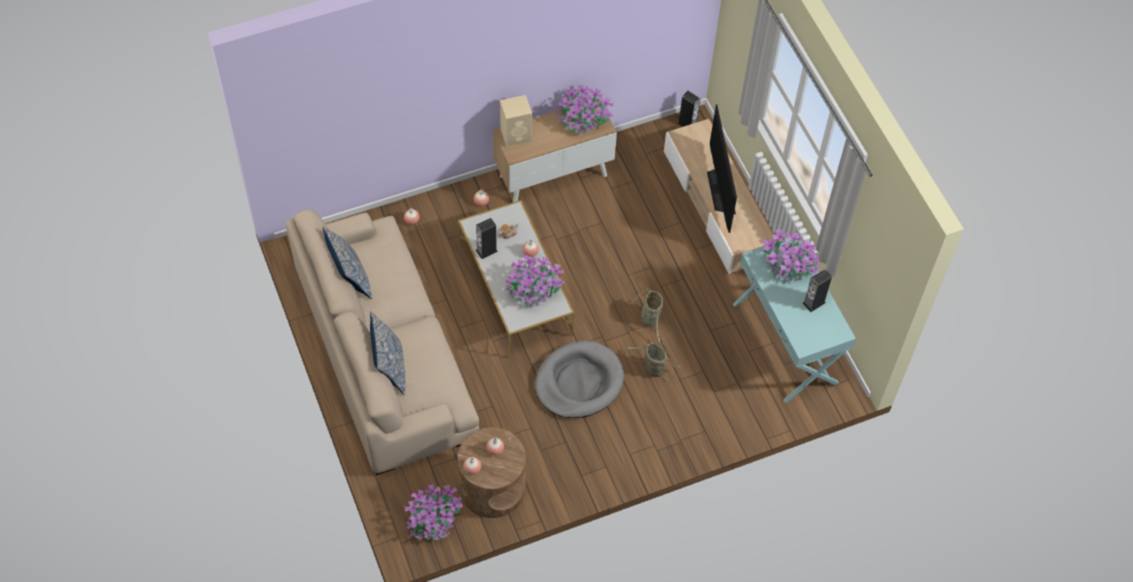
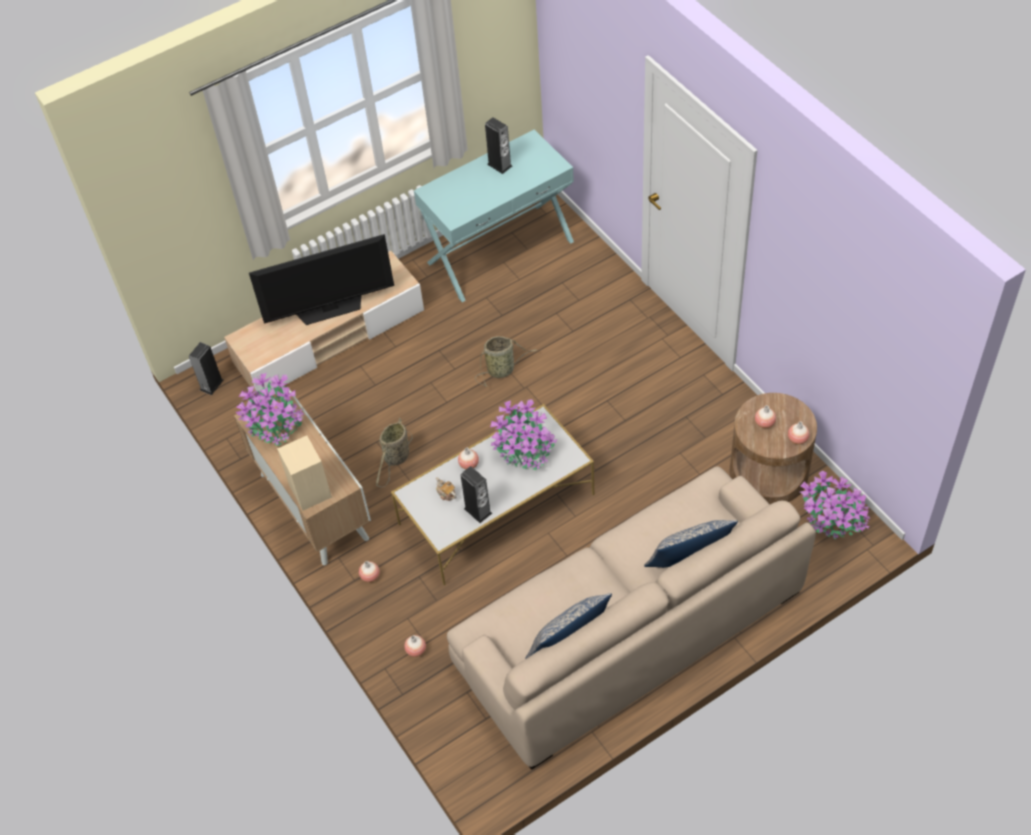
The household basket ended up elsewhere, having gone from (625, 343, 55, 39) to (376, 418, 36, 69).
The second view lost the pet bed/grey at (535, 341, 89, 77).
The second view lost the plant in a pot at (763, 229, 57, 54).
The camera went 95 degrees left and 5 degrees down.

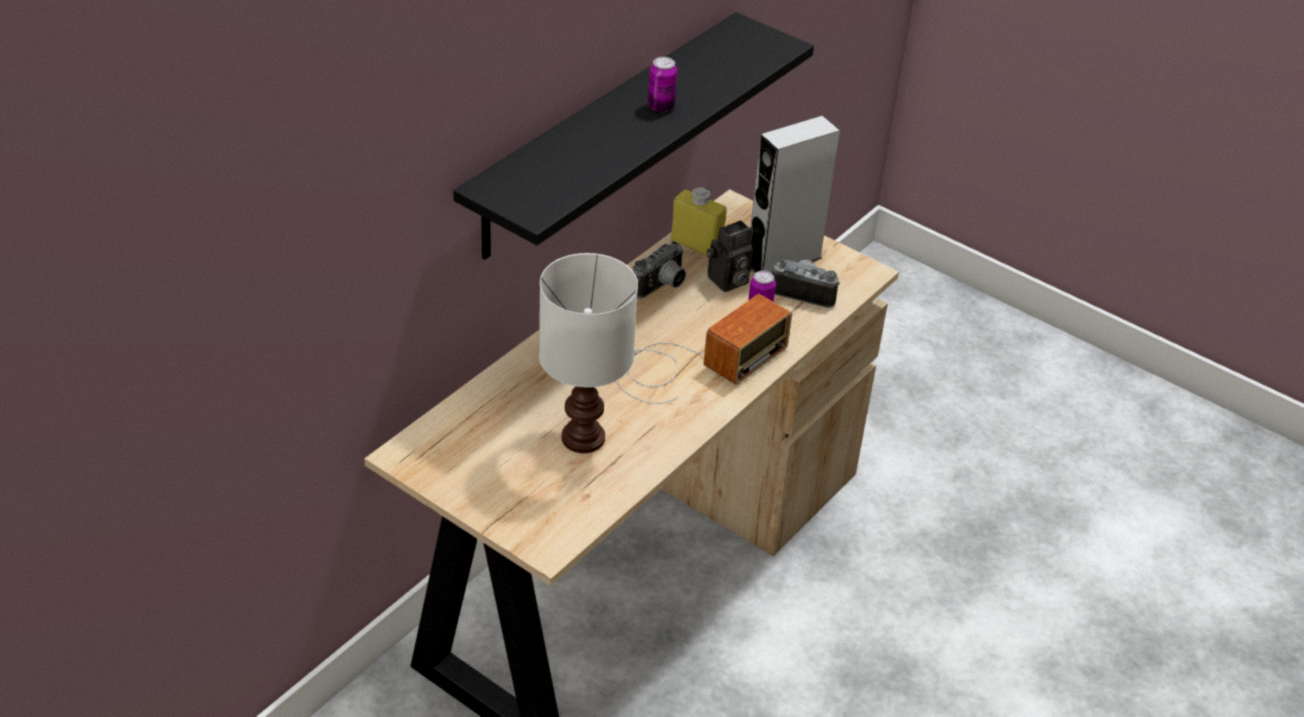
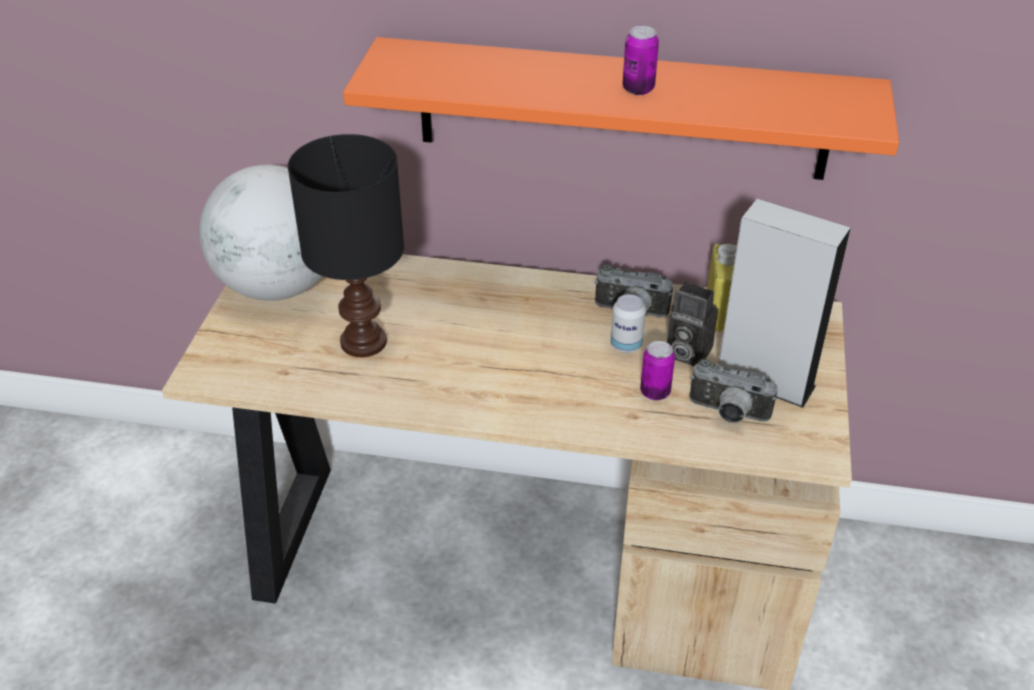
The second view gained the world globe at (200, 165, 123, 136).
What was the table lamp/white at (539, 253, 99, 200) turned into the table lamp/blackish at (288, 134, 116, 223).
What was the bracket shelf/blackish at (453, 12, 361, 248) turned into the bracket shelf/orangey at (343, 37, 556, 143).
The second view gained the sealed can at (611, 294, 35, 59).
The still camera at (772, 259, 68, 49) ended up facing another way, 120 degrees clockwise from before.
The second view lost the radio receiver at (616, 294, 176, 110).
The camera went 65 degrees right and 0 degrees up.

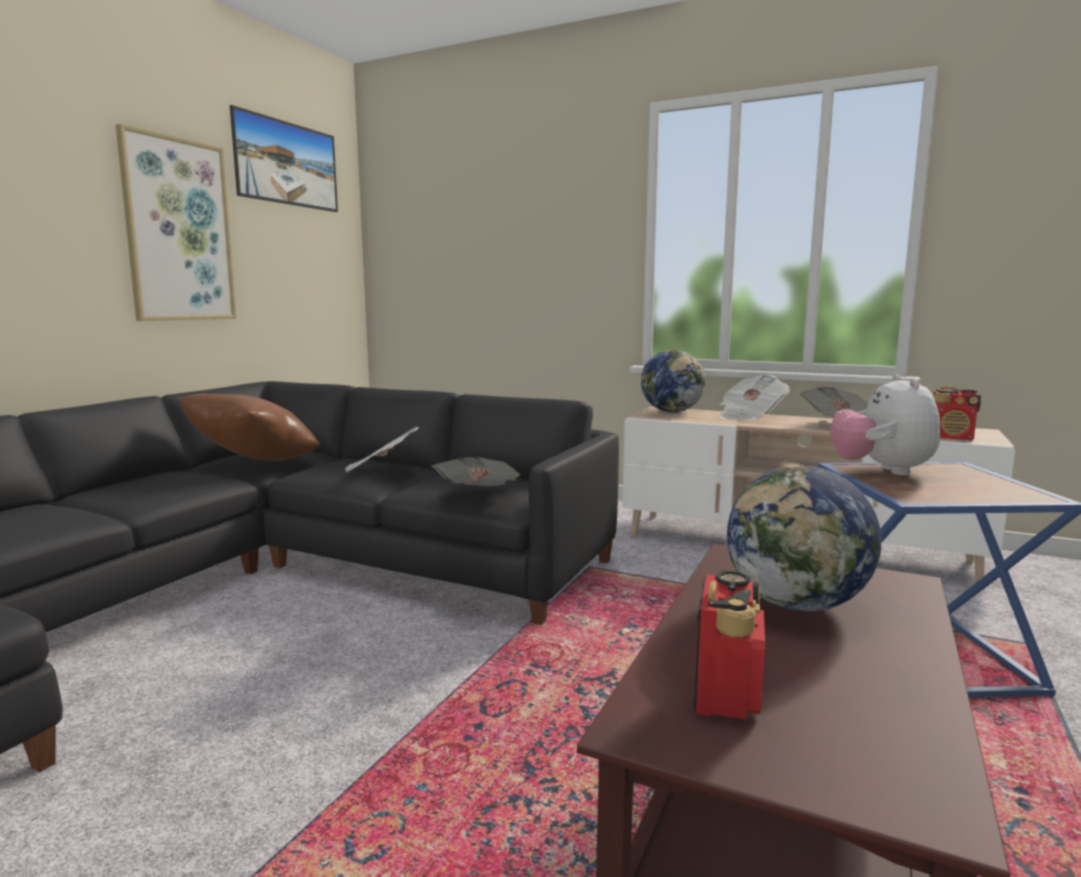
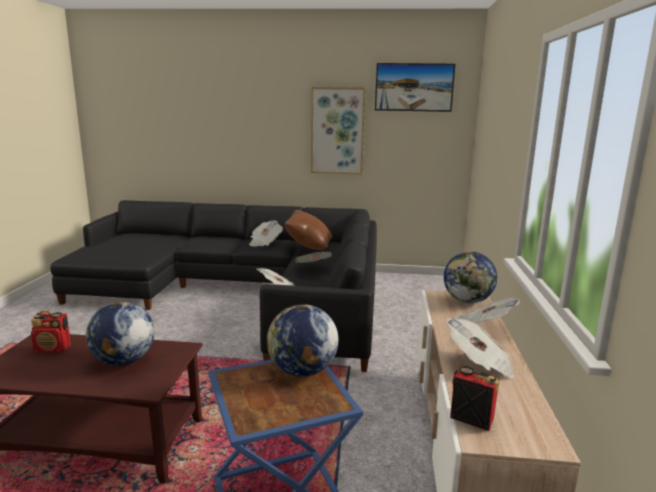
The second view gained the daily paper at (249, 220, 34, 26).
Where the cuddly toy stood at (830, 375, 110, 100), the world globe came to stand at (267, 304, 72, 73).
The radio receiver at (933, 386, 48, 54) ended up facing another way, 120 degrees clockwise from before.
The camera went 70 degrees right and 5 degrees up.

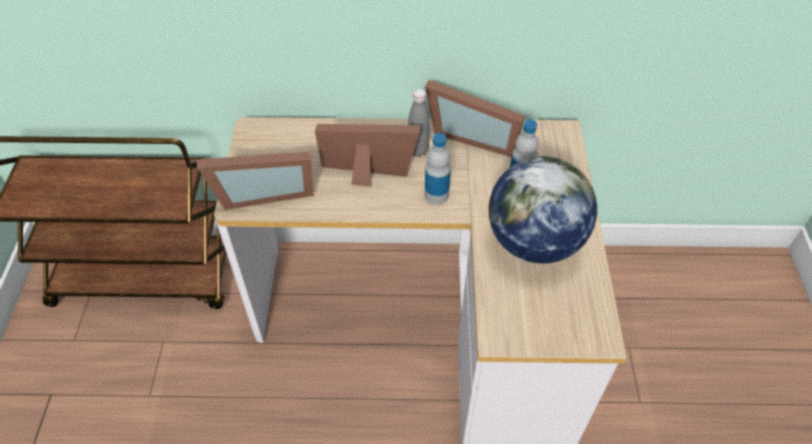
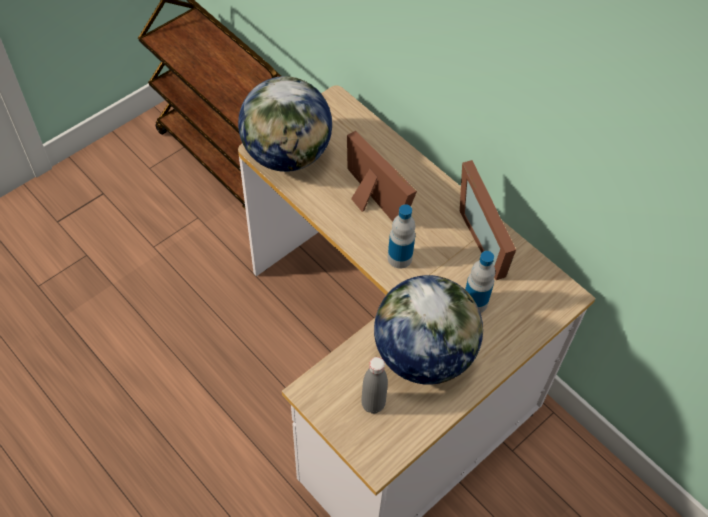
Where the picture frame stood at (197, 152, 117, 58), the world globe came to stand at (238, 76, 94, 96).
The bottle/grey ended up elsewhere, having gone from (408, 89, 22, 68) to (361, 357, 27, 57).
The camera went 45 degrees right and 5 degrees up.

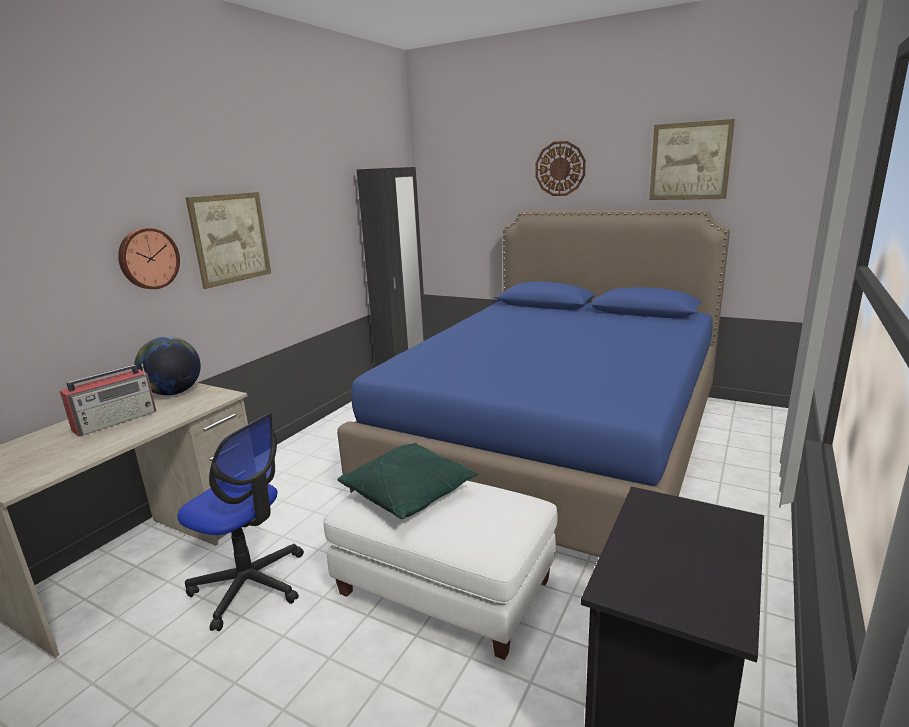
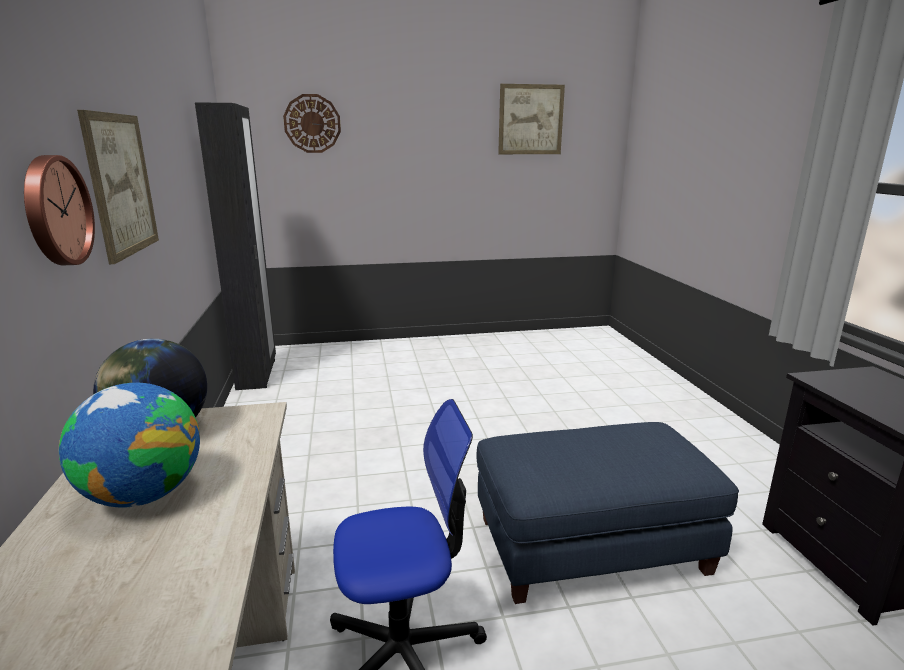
Where the radio receiver stood at (60, 363, 97, 74), the world globe came to stand at (59, 383, 141, 125).
The hanging clock ended up elsewhere, having gone from (535, 141, 51, 55) to (283, 94, 58, 59).
What was the ottoman/white at (323, 481, 235, 179) turned into the ottoman/bluish at (476, 422, 263, 182).
The second view lost the bed/bluish at (337, 210, 393, 347).
The second view lost the cushion/green at (337, 442, 141, 77).
The camera went 40 degrees left and 0 degrees up.

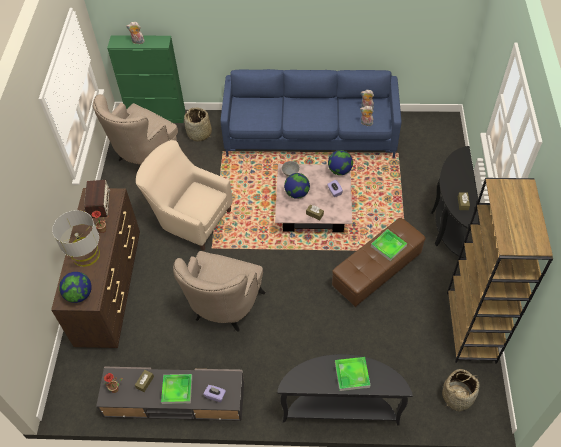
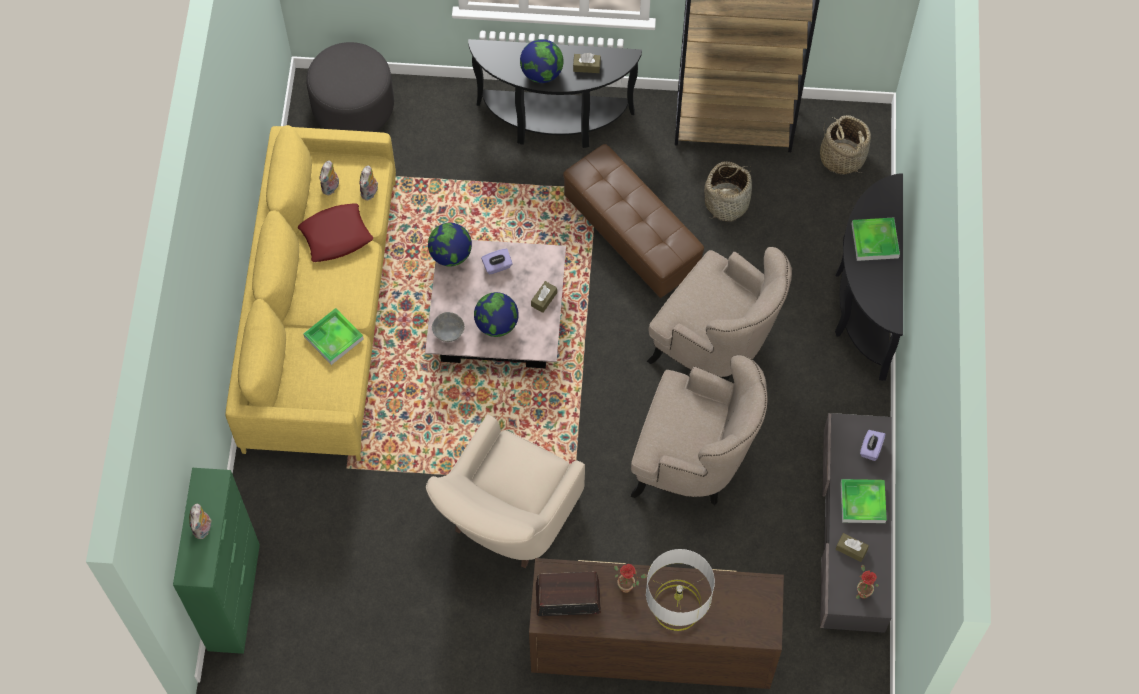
What was the couch/bluish at (221, 69, 180, 89) turned into the couch/yellow-coloured at (225, 125, 171, 336).
The second view gained the cushion/reddish at (298, 203, 75, 59).
The tray ended up elsewhere, having gone from (371, 229, 36, 32) to (303, 308, 61, 57).
The second view gained the ottoman/grey at (306, 42, 88, 90).
The world globe ended up elsewhere, having gone from (59, 272, 33, 31) to (520, 39, 44, 44).
The lounge chair/sand-coloured ended up elsewhere, having gone from (92, 94, 86, 71) to (647, 247, 145, 133).
The household basket ended up elsewhere, having gone from (184, 108, 28, 34) to (704, 161, 48, 61).
The camera went 90 degrees left and 10 degrees up.

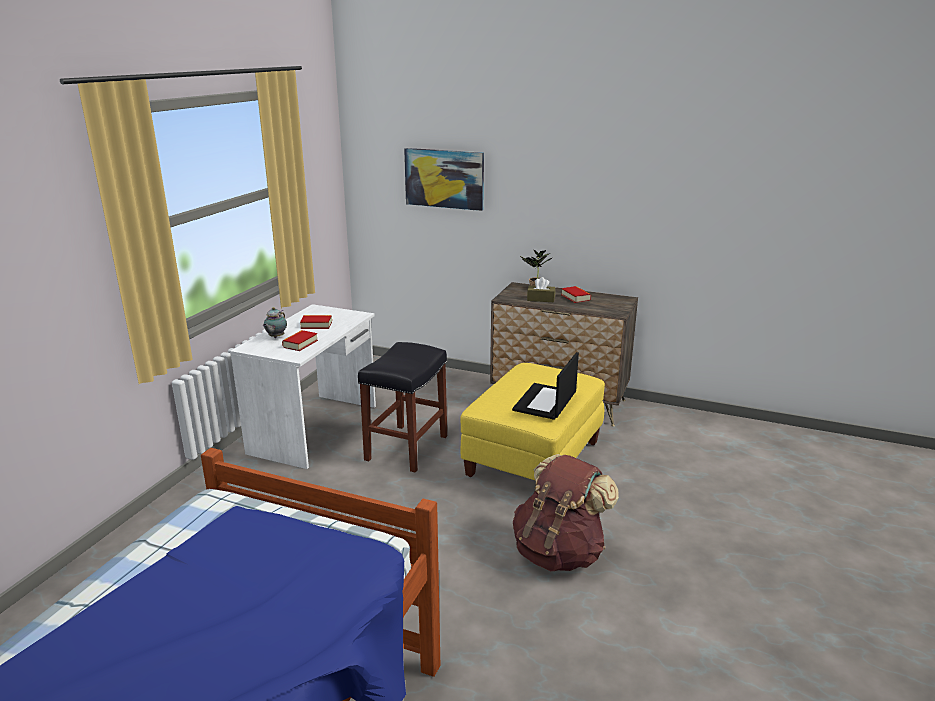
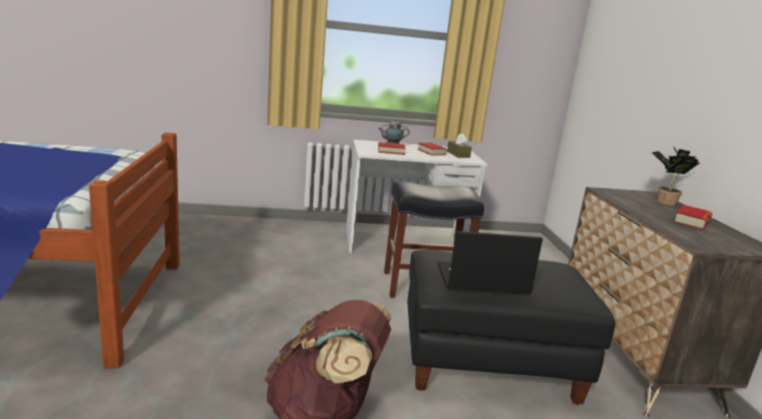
What was the ottoman/yellow-coloured at (460, 363, 145, 117) turned into the ottoman/blackish at (407, 250, 208, 155).
The box of tissues/brown-coloured ended up elsewhere, having gone from (527, 277, 28, 25) to (447, 133, 25, 25).
The second view lost the wall picture at (404, 148, 80, 63).
The camera went 60 degrees right and 5 degrees down.

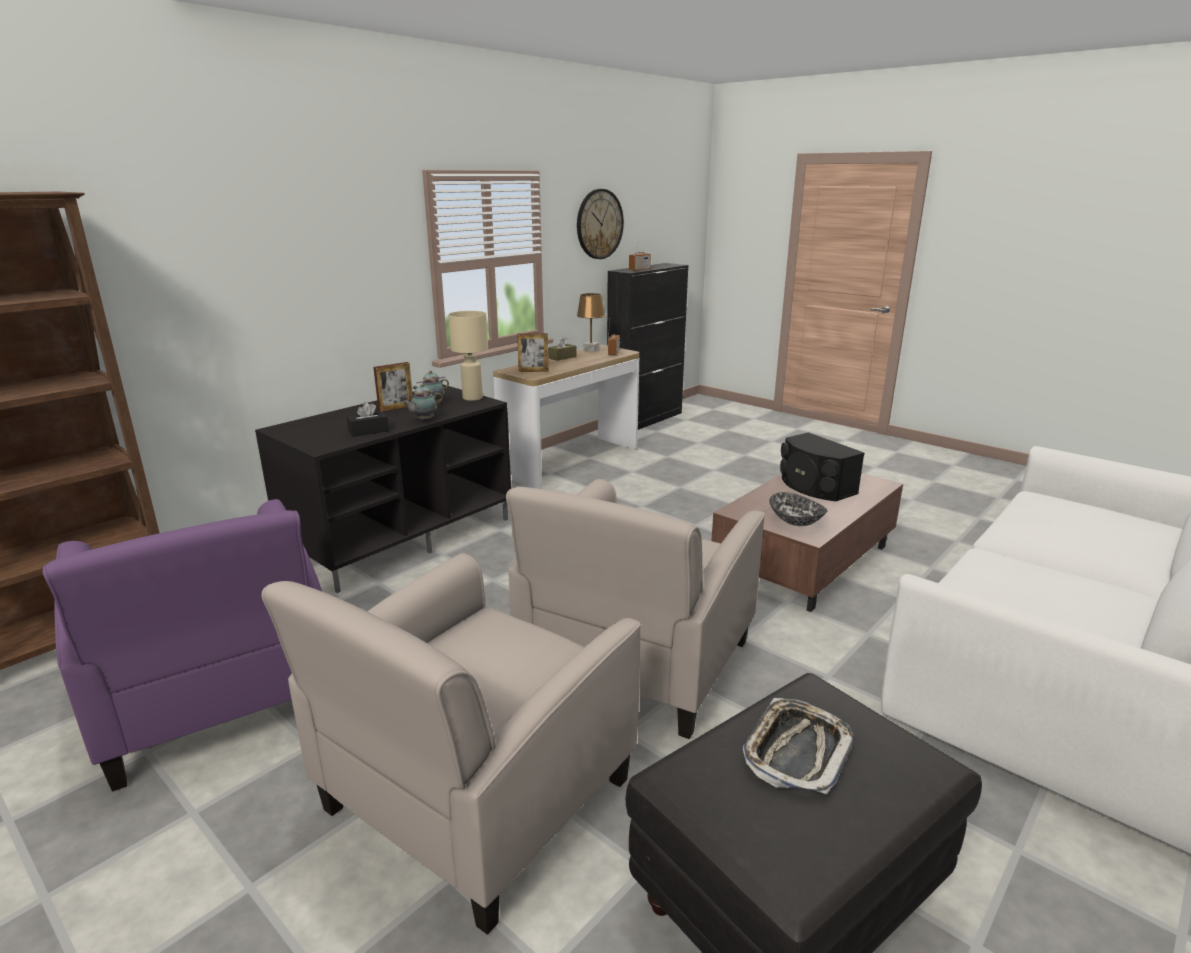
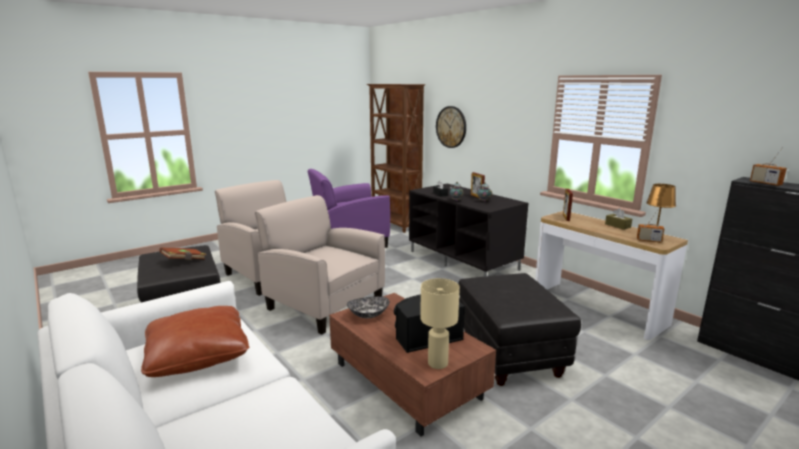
The second view gained the cushion/brown-coloured at (141, 306, 108, 71).
Where the tray stood at (743, 698, 111, 97), the bound book/brown-coloured came to stand at (159, 247, 47, 13).
The table lamp/sand-coloured ended up elsewhere, having gone from (448, 311, 40, 90) to (420, 278, 40, 91).
The hanging clock ended up elsewhere, having gone from (577, 189, 47, 70) to (436, 106, 30, 42).
The second view gained the ottoman/blackish at (458, 273, 123, 113).
The camera went 100 degrees right and 5 degrees down.

